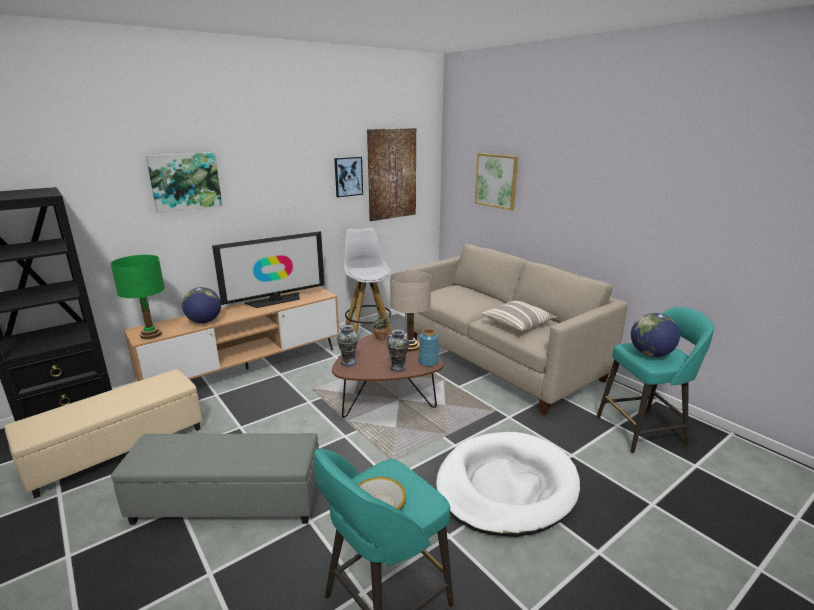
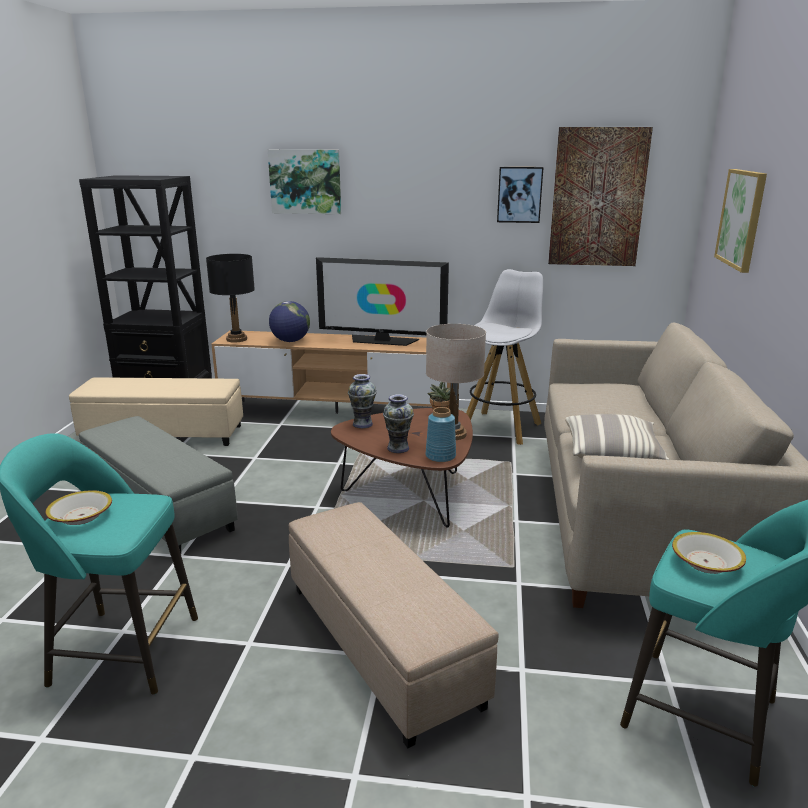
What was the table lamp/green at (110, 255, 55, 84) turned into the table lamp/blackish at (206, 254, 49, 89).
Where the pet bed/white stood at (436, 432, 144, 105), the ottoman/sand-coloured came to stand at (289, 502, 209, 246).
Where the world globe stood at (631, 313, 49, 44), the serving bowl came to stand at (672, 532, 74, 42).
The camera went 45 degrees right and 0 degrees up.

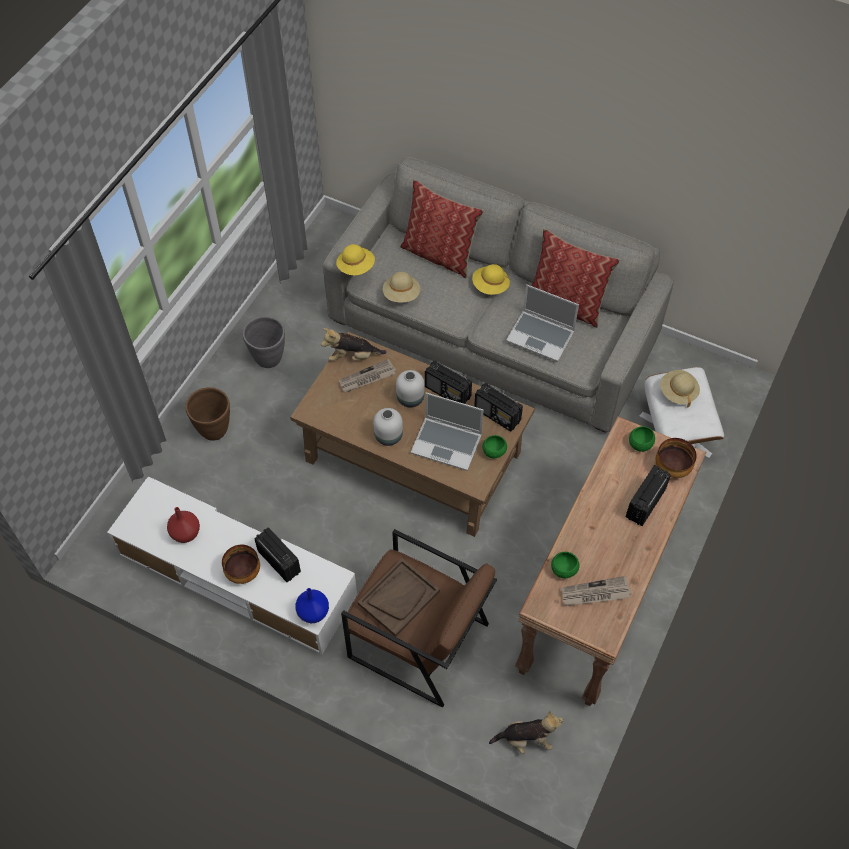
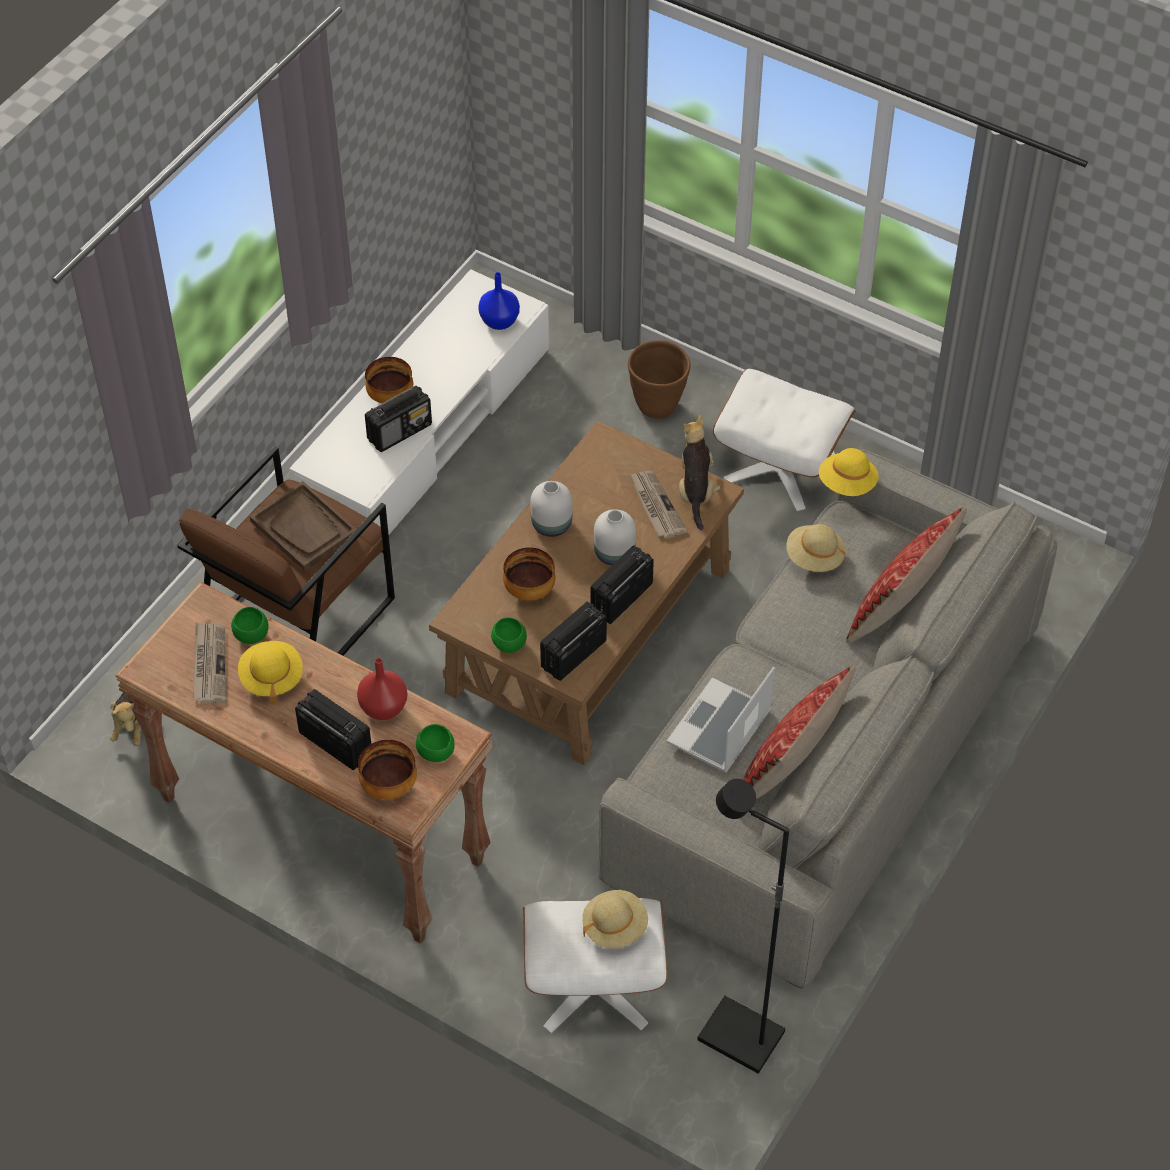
The hat/yellow-coloured ended up elsewhere, having gone from (472, 264, 38, 31) to (238, 641, 65, 64).
The flower vase/reddish ended up elsewhere, having gone from (167, 507, 33, 36) to (357, 658, 50, 62).
The flower vase/bluish ended up elsewhere, having gone from (295, 588, 34, 35) to (478, 272, 42, 58).
Where the laptop stood at (411, 392, 73, 79), the serving bowl came to stand at (503, 547, 52, 53).
The second view gained the standard lamp/blackish at (697, 779, 93, 295).
Where the plant pot/grey stood at (243, 316, 42, 52), the ottoman/white came to stand at (713, 369, 143, 142).
The camera went 95 degrees right and 5 degrees down.

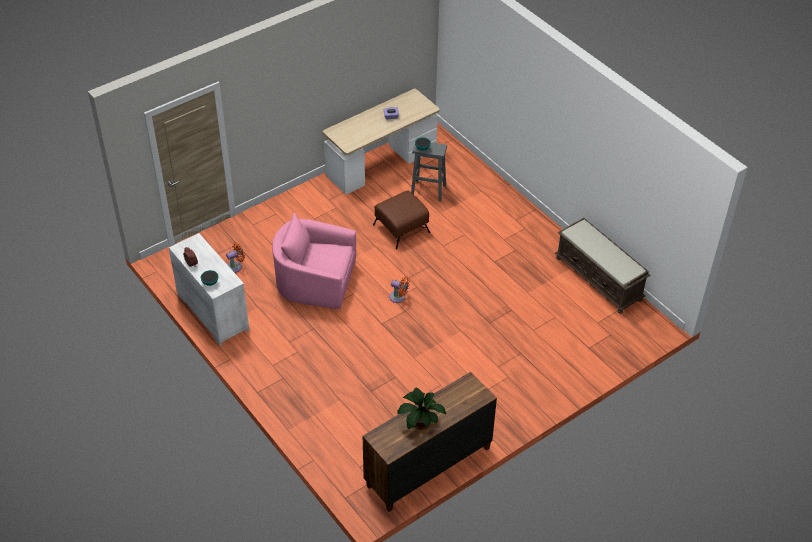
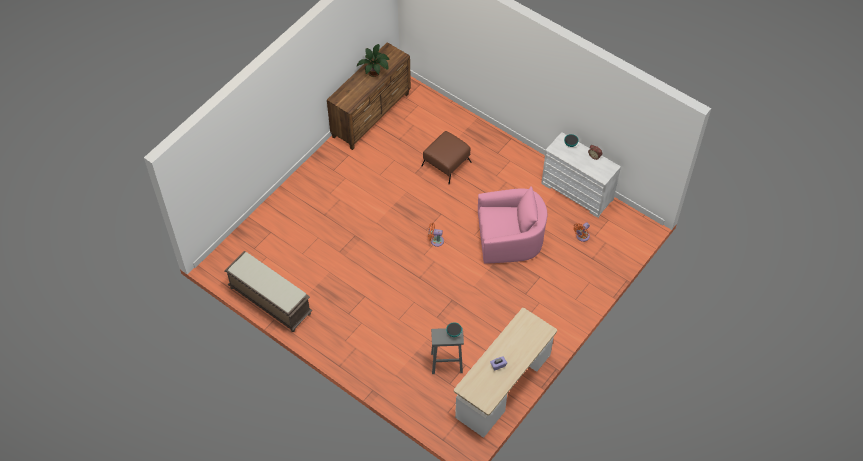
The ottoman/brown-coloured ended up elsewhere, having gone from (373, 191, 57, 58) to (422, 131, 50, 53).
The camera went 165 degrees right and 10 degrees up.

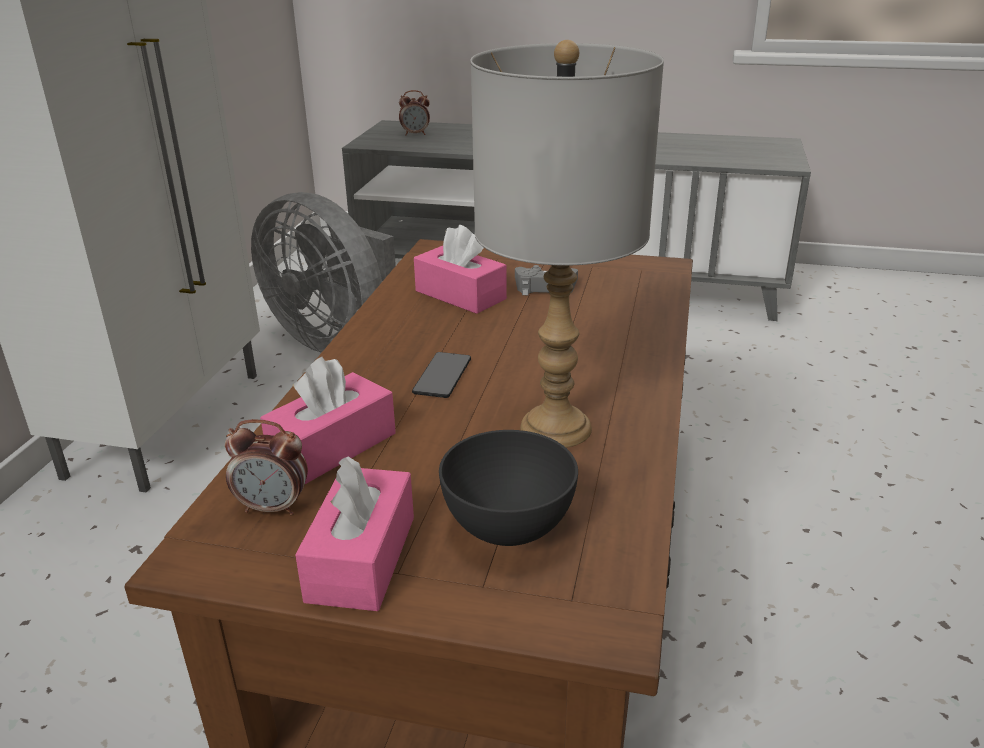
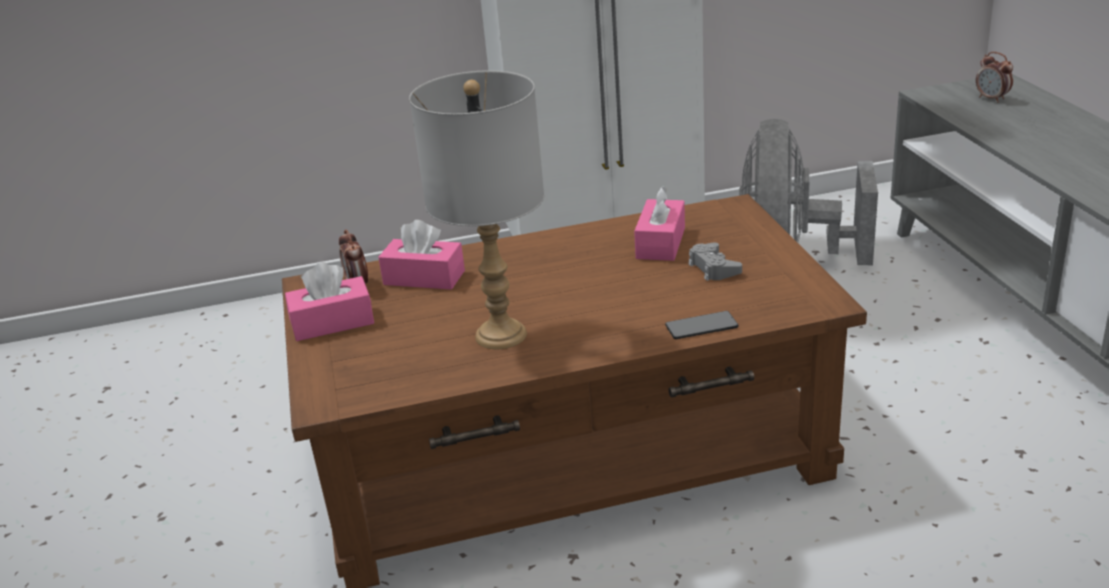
The phone ended up elsewhere, having gone from (412, 352, 59, 46) to (665, 311, 73, 28).
The second view lost the serving bowl/grey at (439, 430, 139, 116).
The camera went 65 degrees right and 0 degrees up.

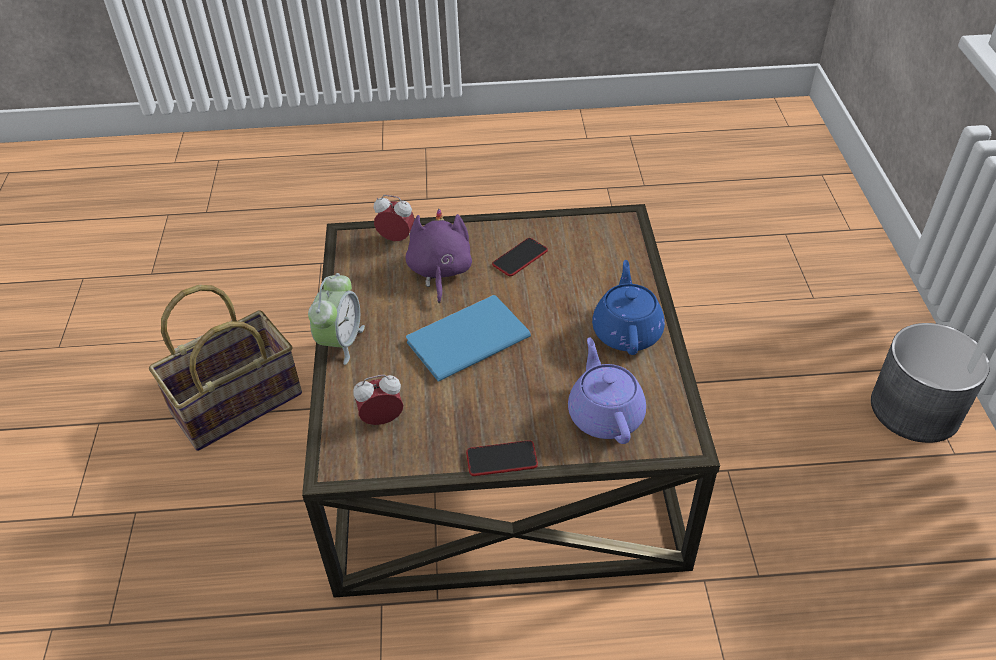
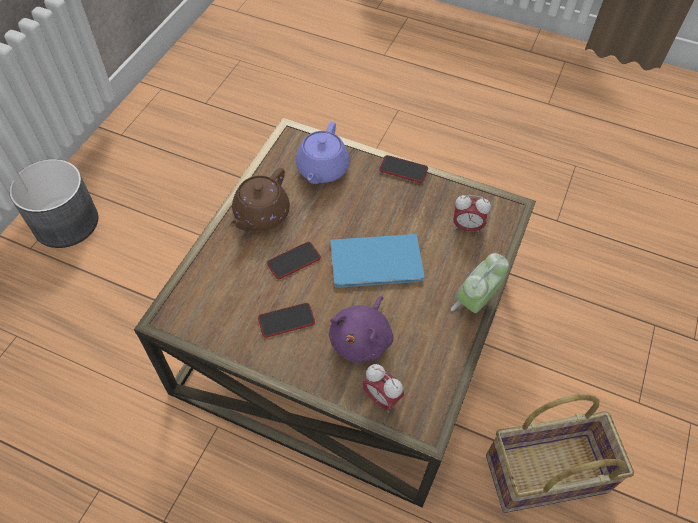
What was the tea pot/bluish at (592, 260, 73, 95) turned into the tea pot/brown-coloured at (230, 168, 60, 63).
The second view gained the phone at (267, 242, 54, 37).
The camera went 155 degrees left and 10 degrees up.

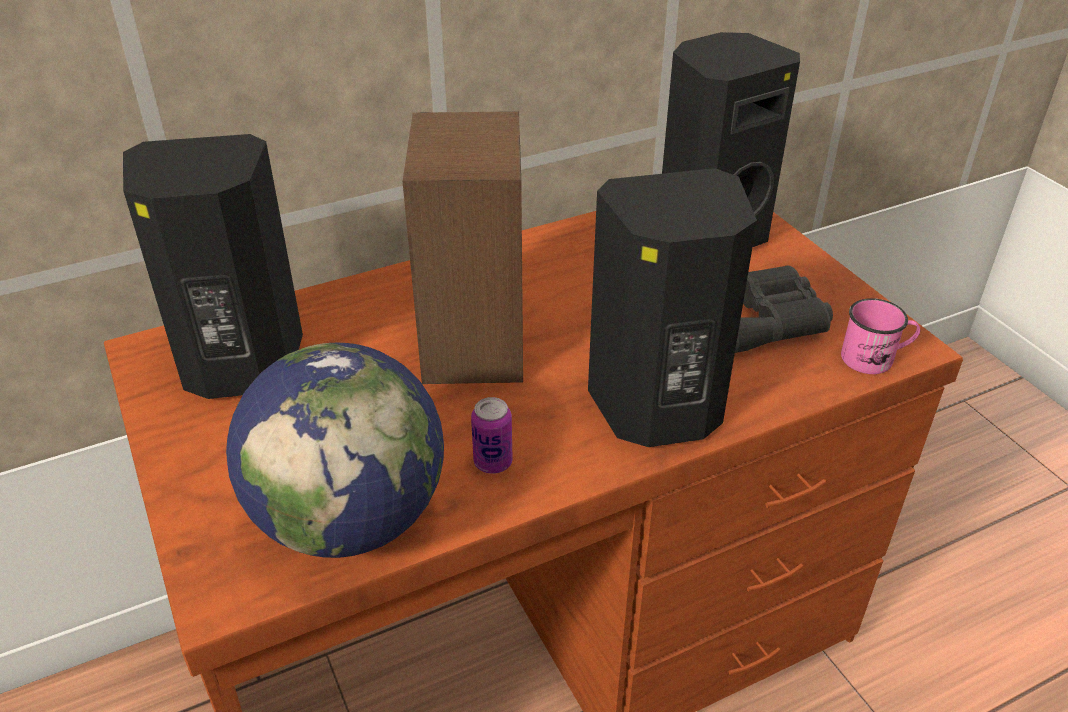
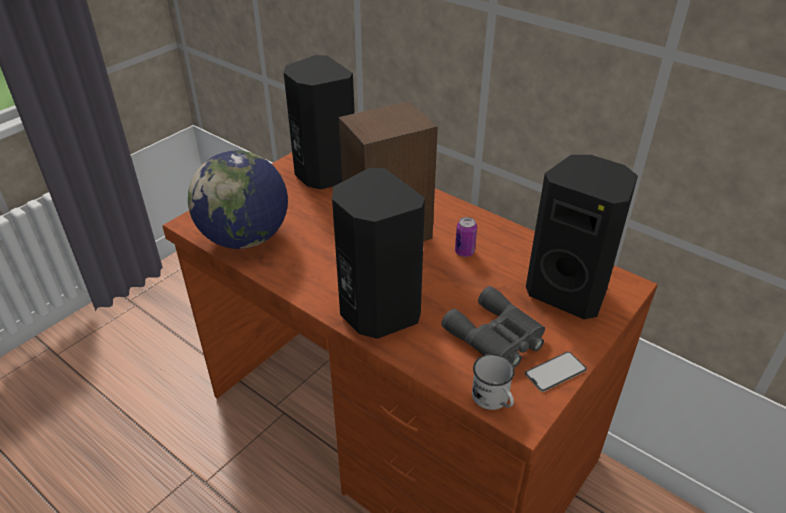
The sealed can ended up elsewhere, having gone from (471, 397, 42, 77) to (455, 217, 22, 40).
What was the coffee mug/pink-coloured at (841, 298, 79, 76) turned into the coffee mug/white at (472, 354, 43, 56).
The second view gained the phone at (525, 352, 62, 40).
The camera went 65 degrees right and 0 degrees up.

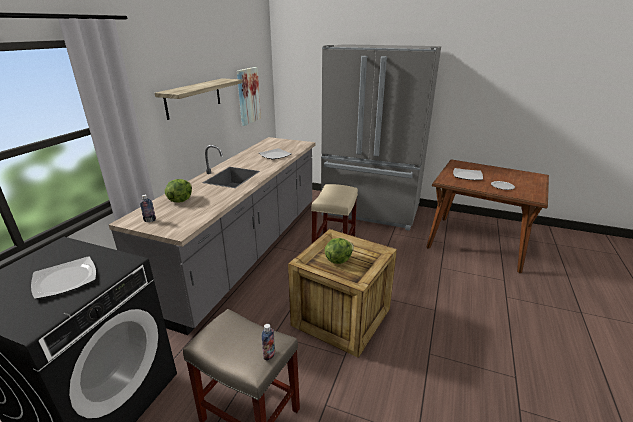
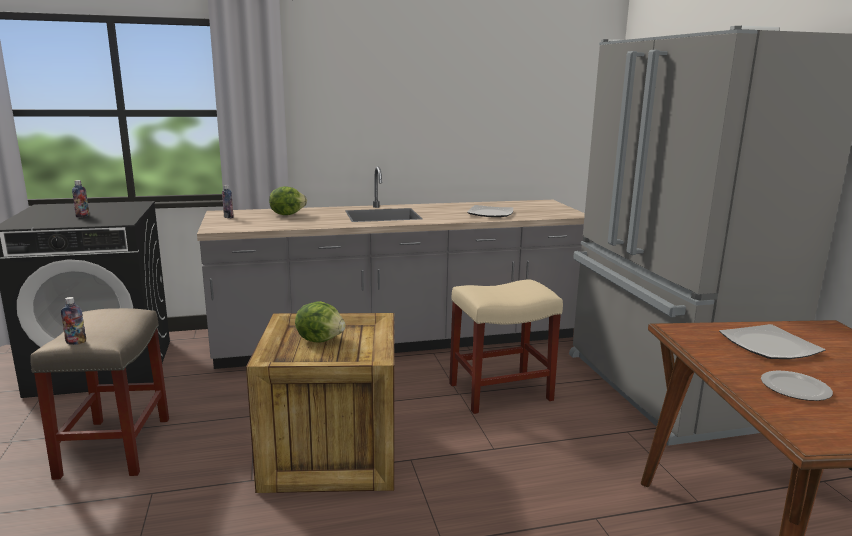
Where the flat dish stood at (31, 256, 65, 43), the bottle came to stand at (72, 180, 17, 37).
The second view lost the bracket shelf at (155, 78, 87, 42).
The second view lost the wall picture at (237, 67, 24, 59).
The camera went 55 degrees right and 10 degrees down.

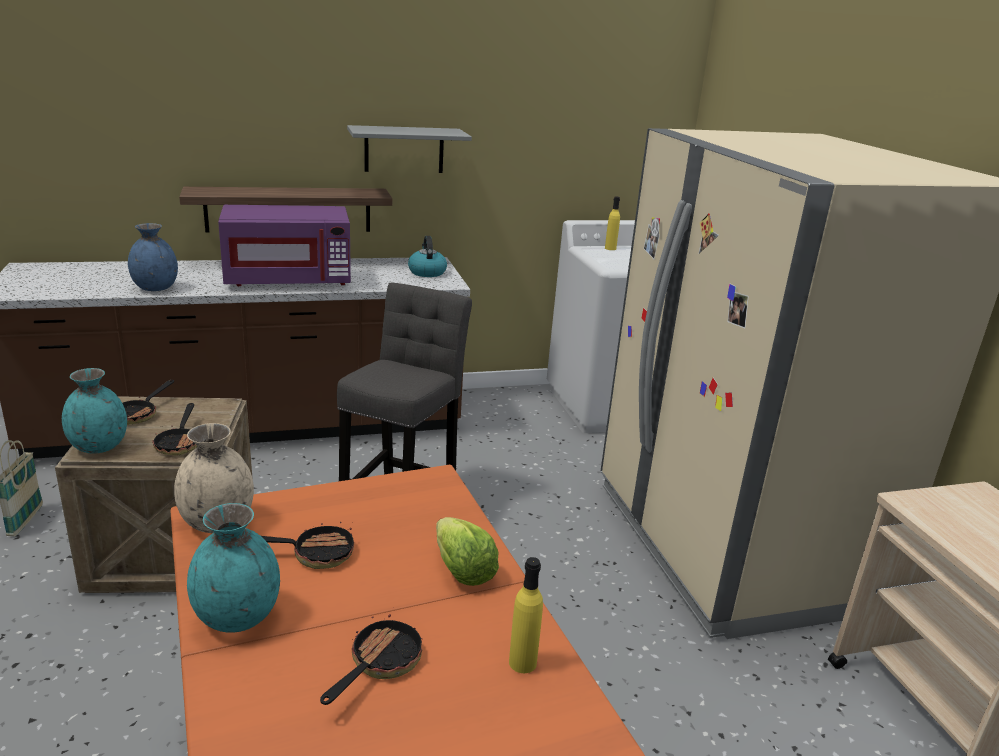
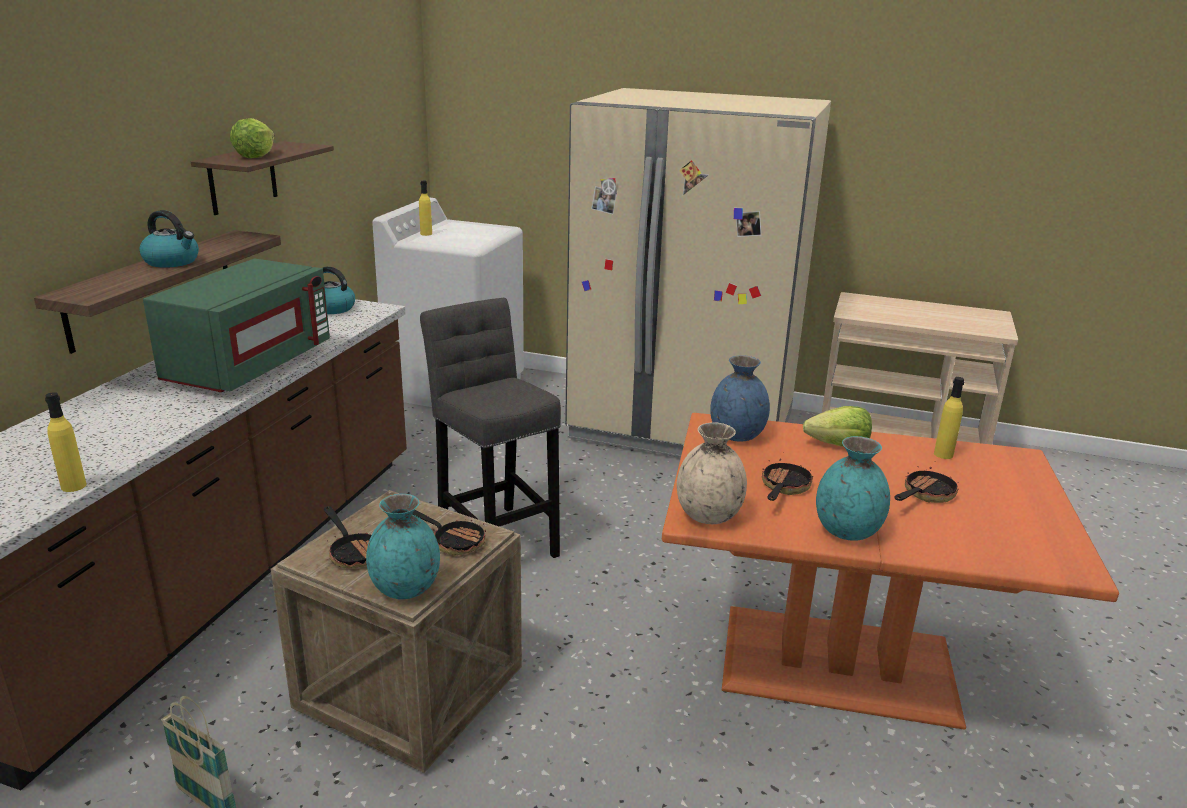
The second view gained the bottle/yellow-coloured at (45, 392, 42, 100).
The second view gained the tea kettle at (139, 210, 60, 58).
What was the kitchen microwave/purple at (218, 205, 133, 81) turned into the kitchen microwave/green at (143, 258, 187, 134).
What was the bracket shelf/grey at (347, 125, 125, 48) turned into the bracket shelf/brown-coloured at (191, 141, 143, 74).
The second view gained the lettuce head at (230, 118, 44, 40).
The flower vase/bluish ended up elsewhere, having gone from (128, 223, 50, 68) to (710, 355, 60, 87).
The frying pan at (320, 607, 103, 98) ended up facing another way, 75 degrees clockwise from before.
The camera went 55 degrees left and 0 degrees up.

